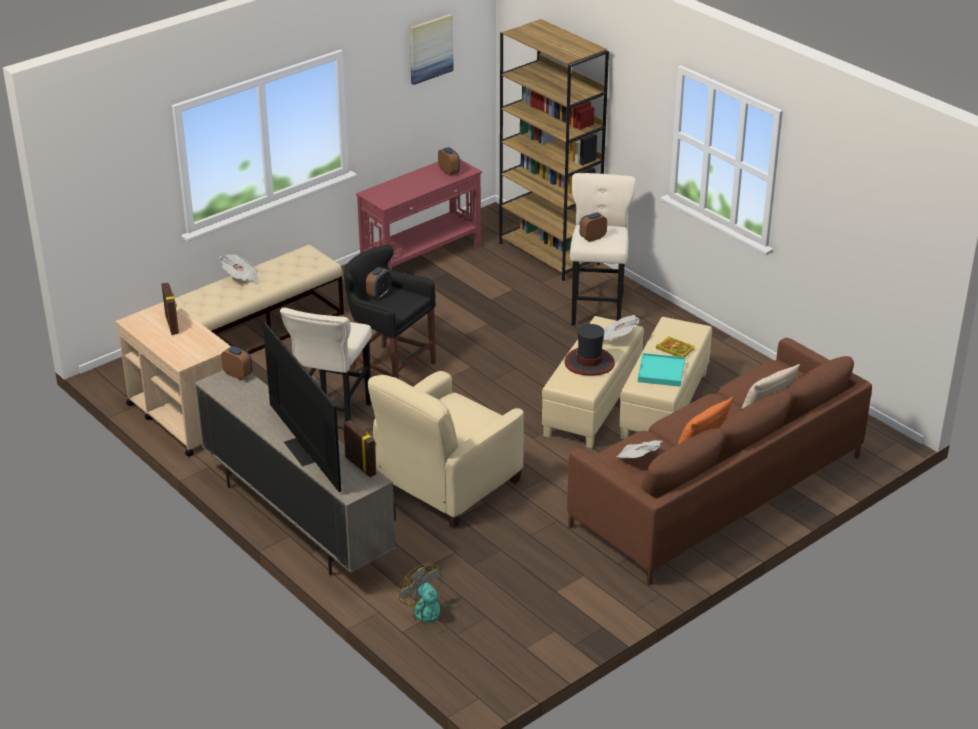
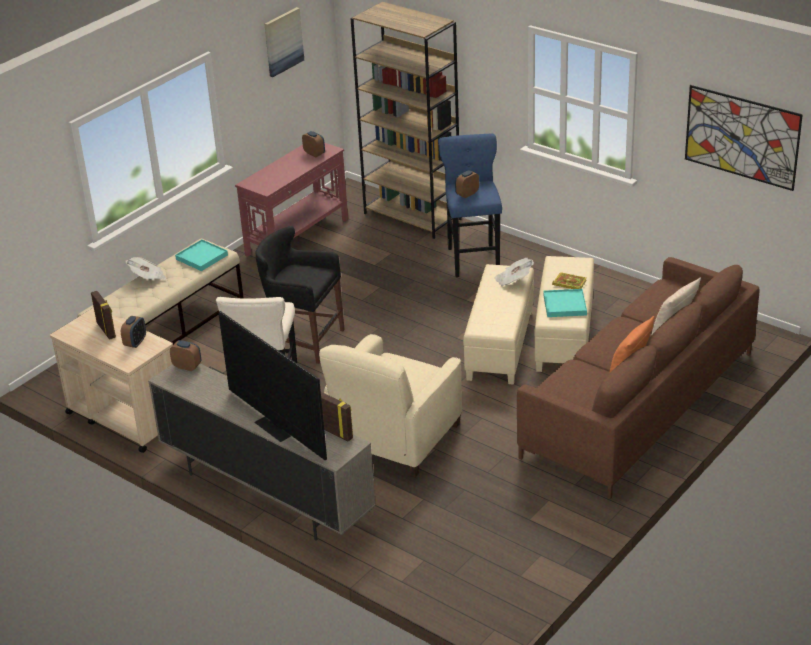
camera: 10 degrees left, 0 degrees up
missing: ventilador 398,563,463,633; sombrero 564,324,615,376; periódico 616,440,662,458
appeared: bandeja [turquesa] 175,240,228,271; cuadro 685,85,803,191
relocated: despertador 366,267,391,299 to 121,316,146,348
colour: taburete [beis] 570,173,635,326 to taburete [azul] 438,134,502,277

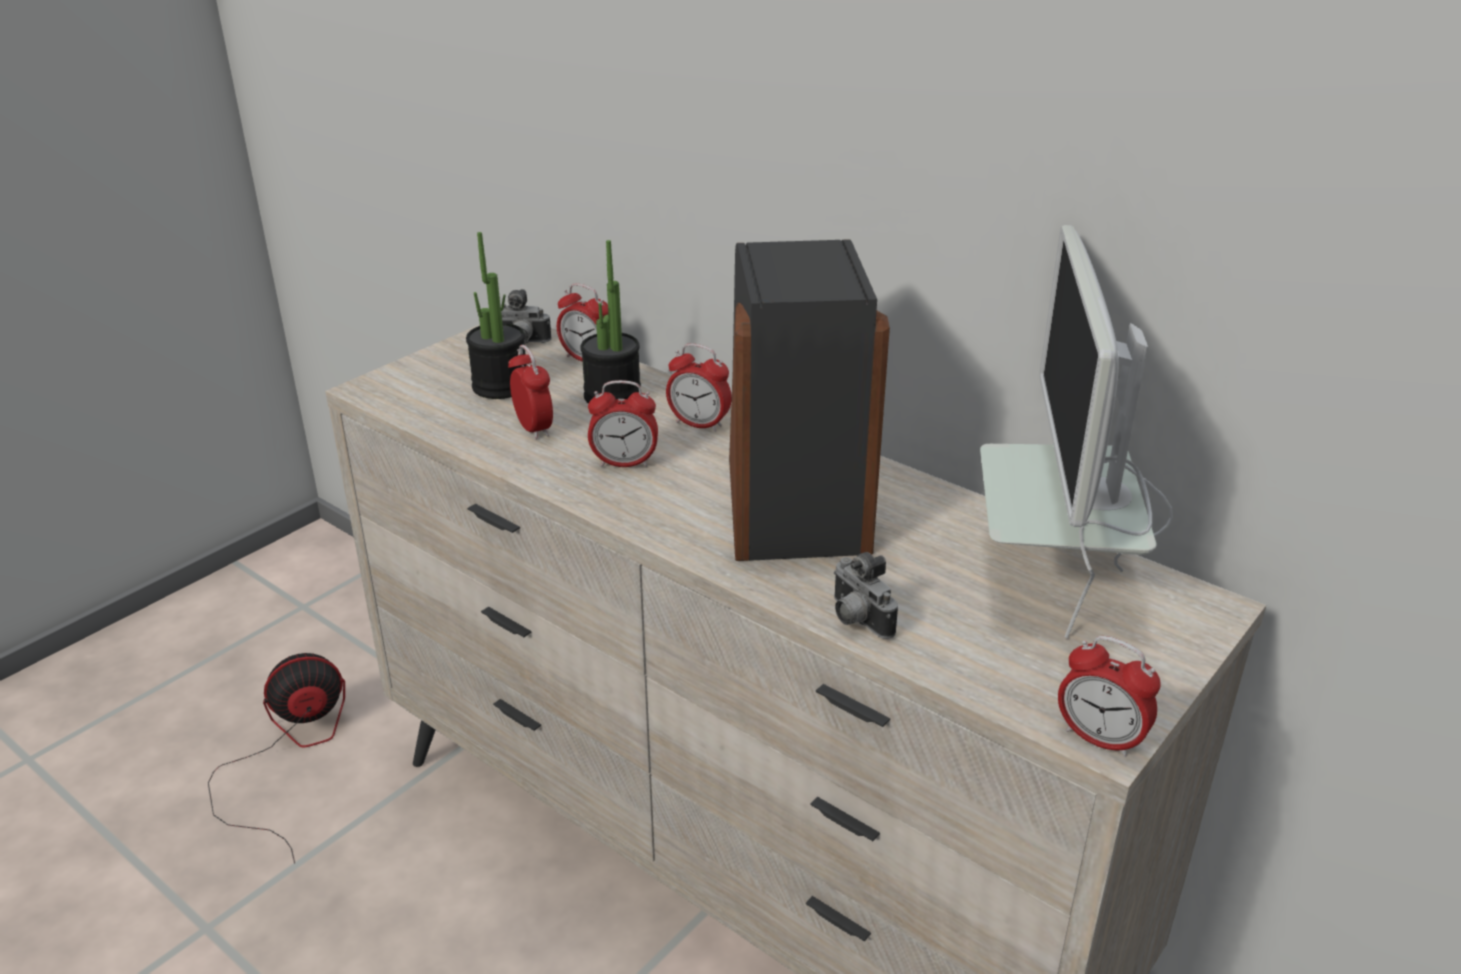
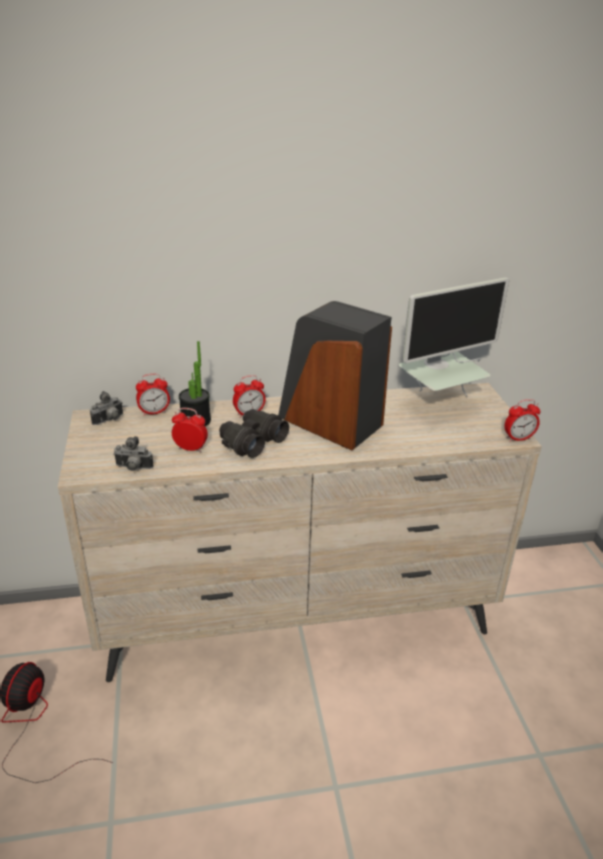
camera: 50 degrees left, 0 degrees up
missing: planta en maceta 466,232,527,399
relocated: cámara 834,552,898,639 to 113,436,154,471
exchanged: despertador 588,380,658,467 to prismáticos [negro] 219,409,289,458
spun: monitor 980,225,1173,638 = 398,278,509,397 75 degrees counterclockwise

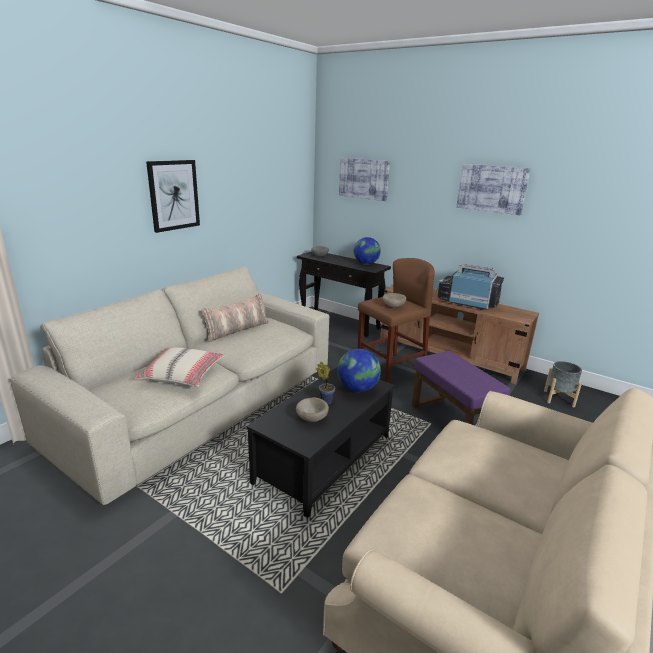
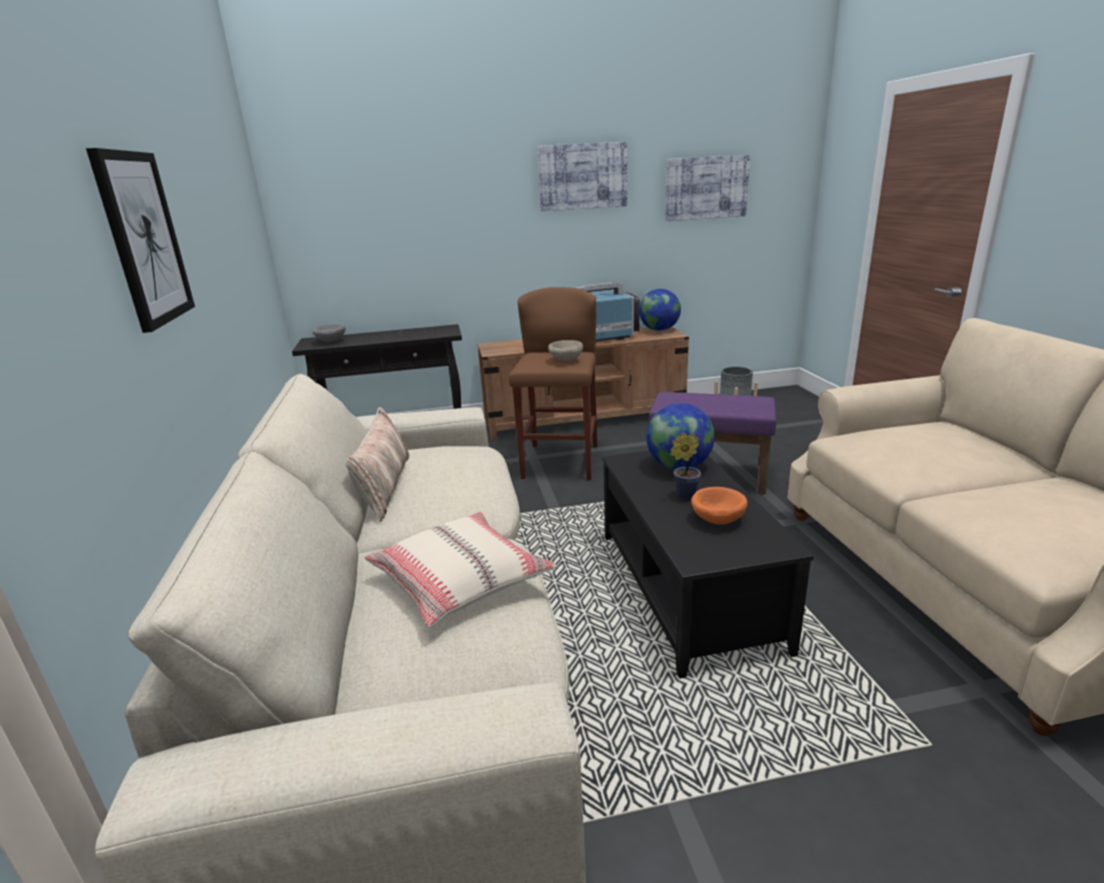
camera: 45 degrees left, 0 degrees up
relocated: cuadro 339,158,390,201 to 665,155,750,221; globo terráqueo 354,237,381,265 to 639,289,681,331
colour: cuenco [beis] 296,397,329,422 to cuenco [naranja] 691,487,747,525

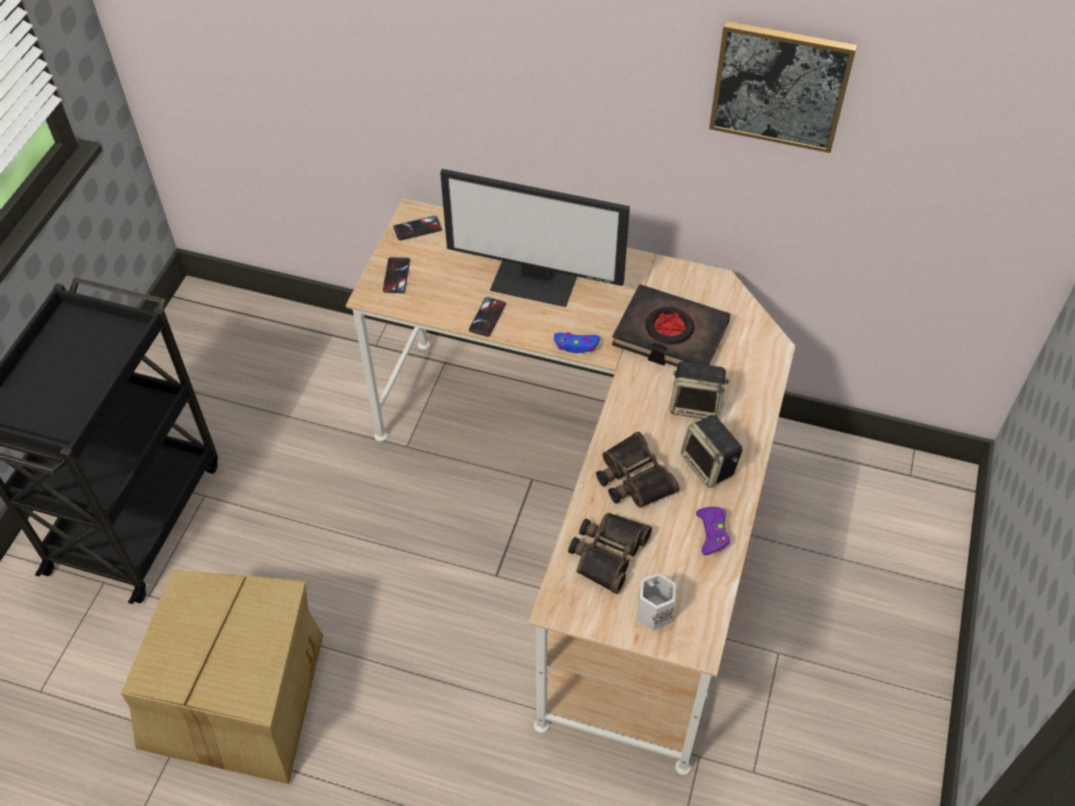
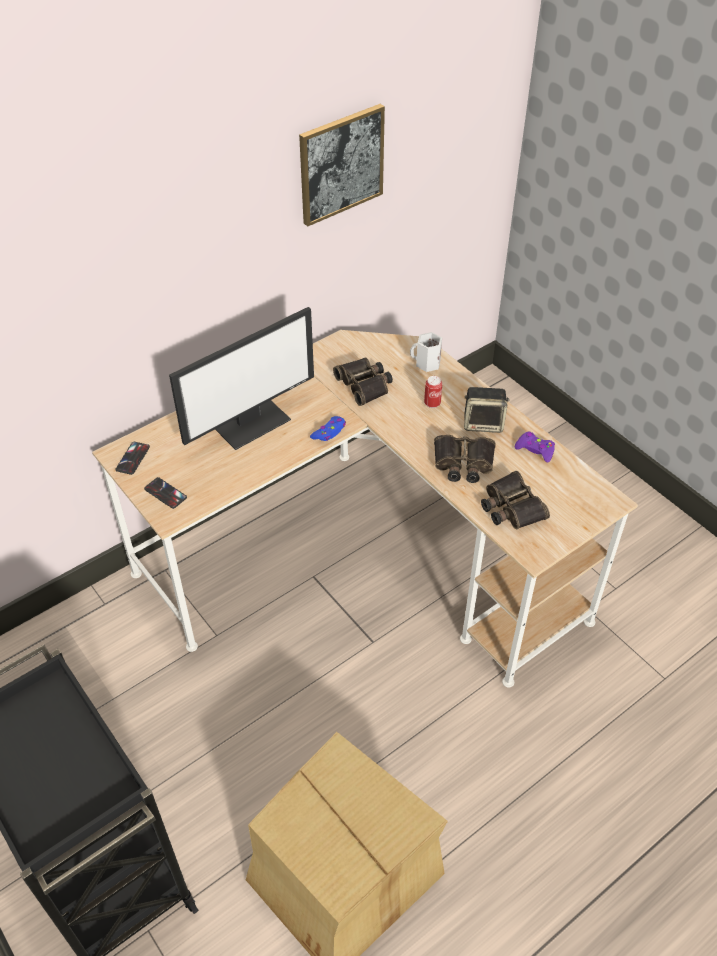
camera: 55 degrees left, 5 degrees down
missing: móvil 469,297,506,337
relocated: taza grande [blanco] 637,573,676,630 to 410,332,442,372
exchanged: libro [negro] 612,284,730,367 to prismáticos 333,357,393,406; altavoz 670,361,729,419 to lata 424,376,442,408

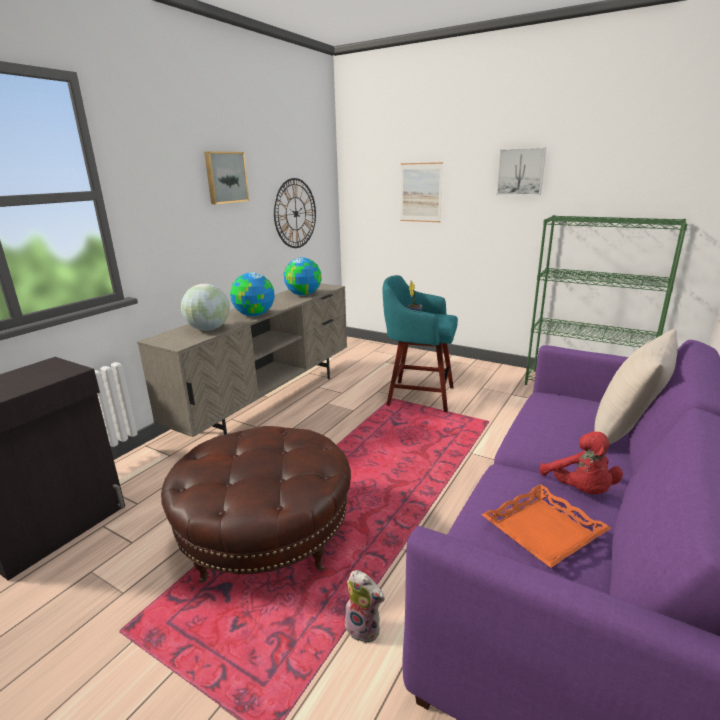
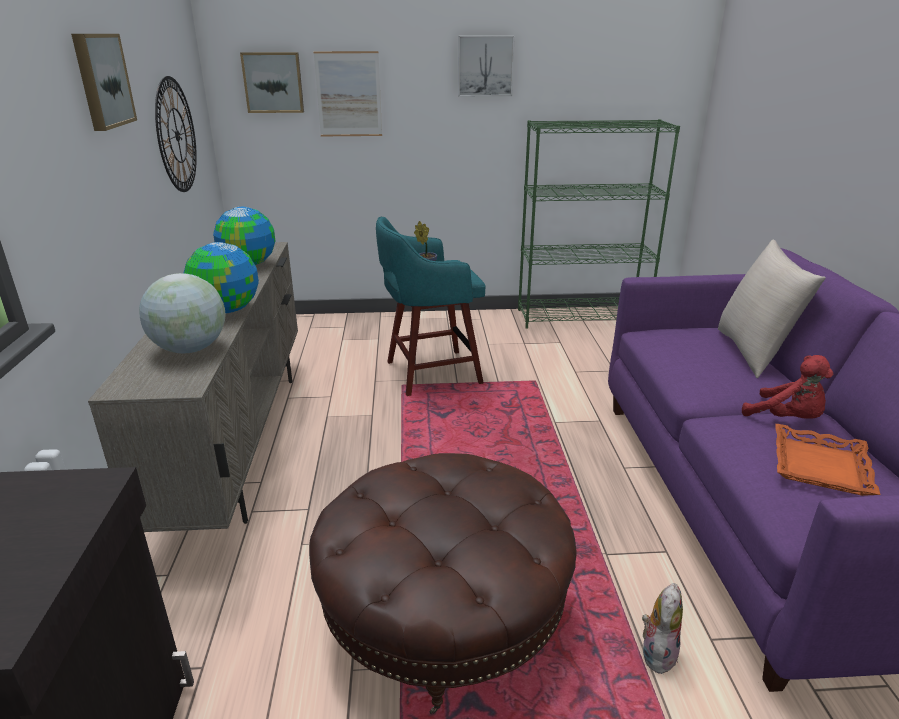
camera: 35 degrees left, 5 degrees up
appeared: cuadro 240,52,304,113
spun: peluche 343,570,385,644 = 642,583,683,674 60 degrees counterclockwise

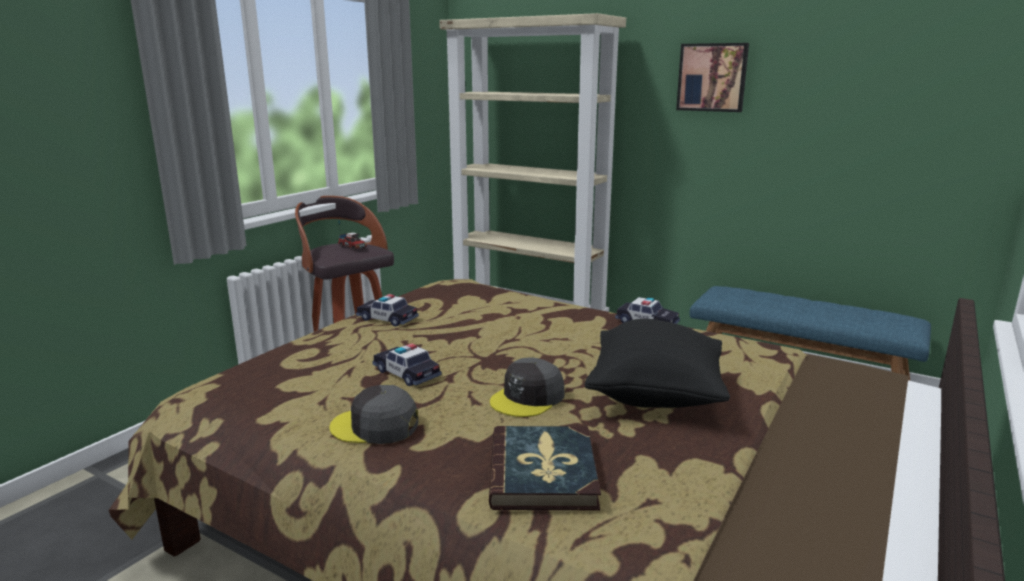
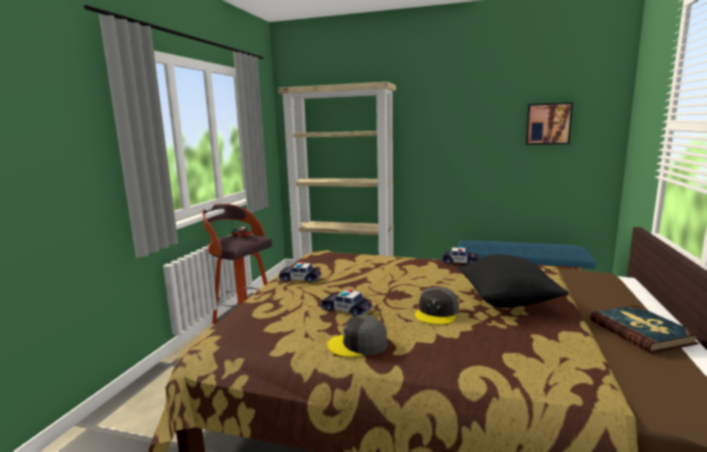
camera: 15 degrees left, 5 degrees down
relocated: libro 489,426,601,510 to 590,305,700,354; cuadro 676,43,749,112 to 526,102,573,145

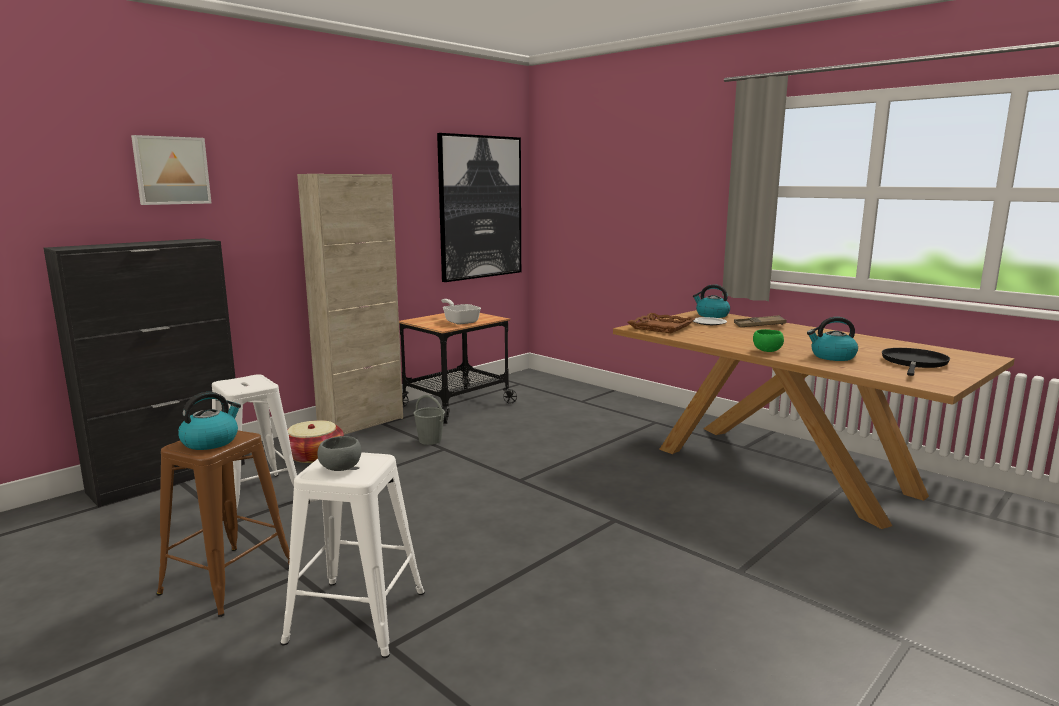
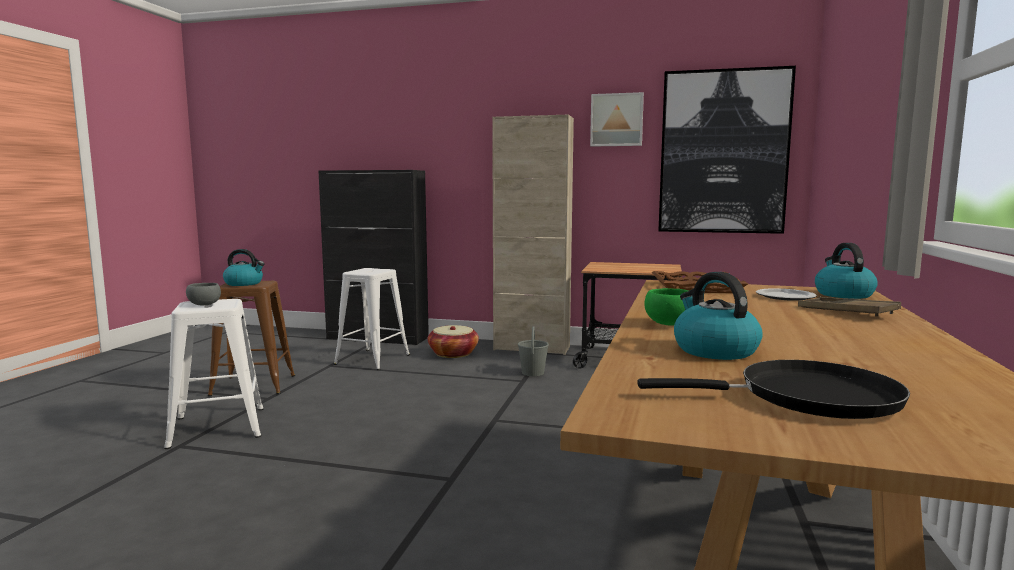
camera: 60 degrees right, 5 degrees down
missing: sartén 441,299,481,325
relocated: cuadro 131,135,212,205 to 590,92,644,147

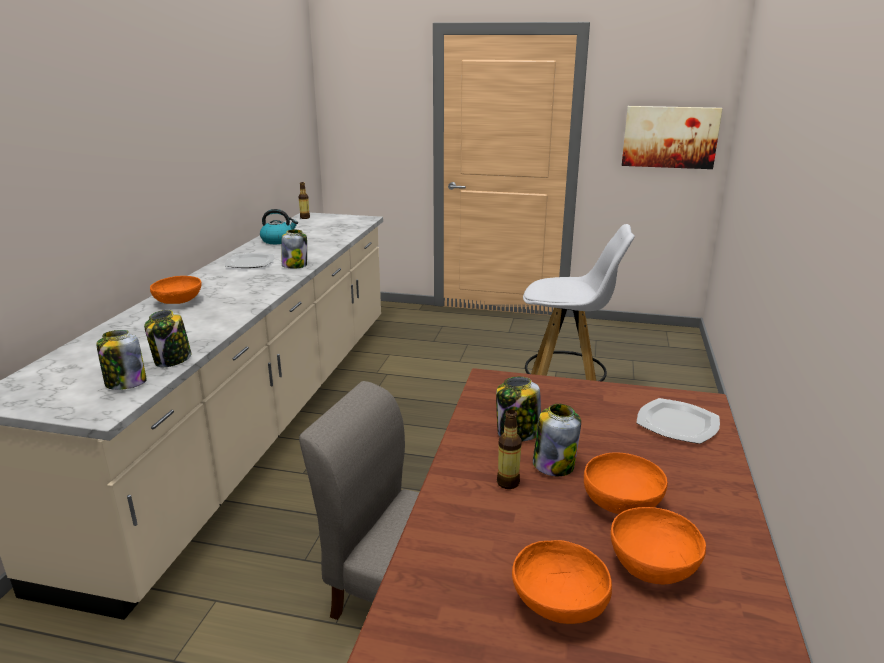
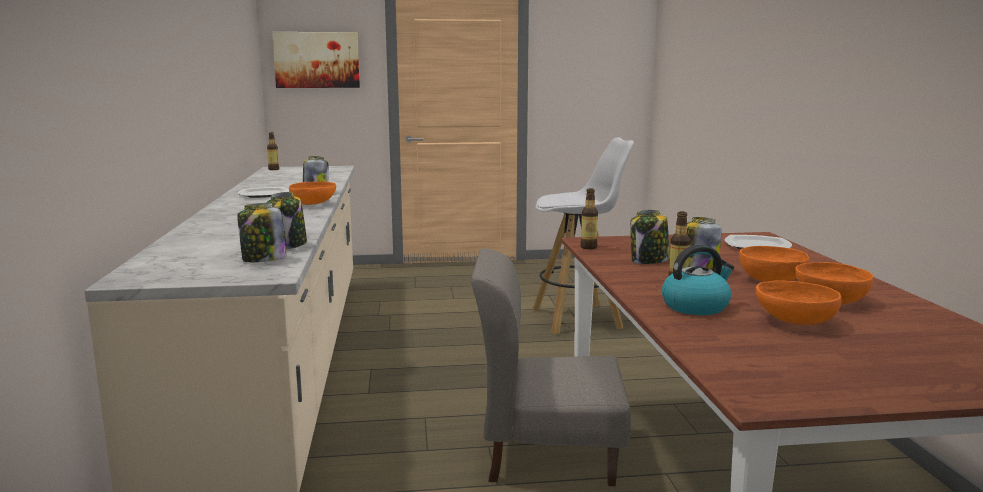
camera: 20 degrees left, 10 degrees down
appeared: botella 580,188,598,249
relocated: cuenco [naranja] 150,276,202,304 to 289,182,336,205; hervidor 260,209,298,244 to 662,245,734,315; cuadro 622,106,723,169 to 272,32,360,88

